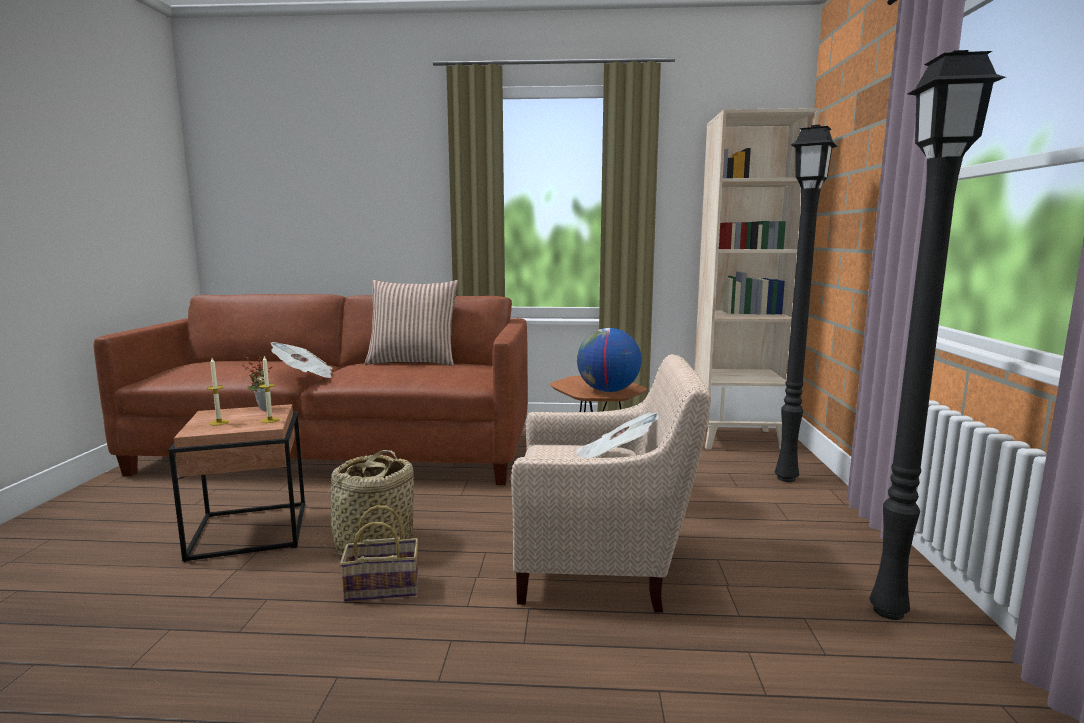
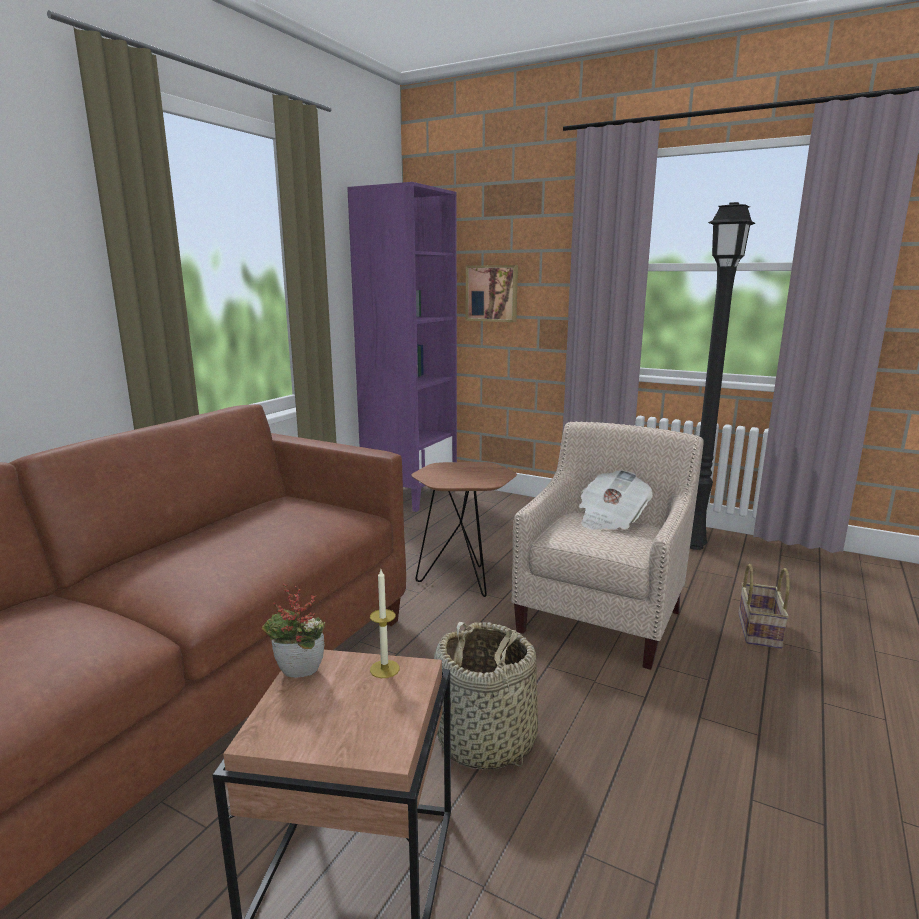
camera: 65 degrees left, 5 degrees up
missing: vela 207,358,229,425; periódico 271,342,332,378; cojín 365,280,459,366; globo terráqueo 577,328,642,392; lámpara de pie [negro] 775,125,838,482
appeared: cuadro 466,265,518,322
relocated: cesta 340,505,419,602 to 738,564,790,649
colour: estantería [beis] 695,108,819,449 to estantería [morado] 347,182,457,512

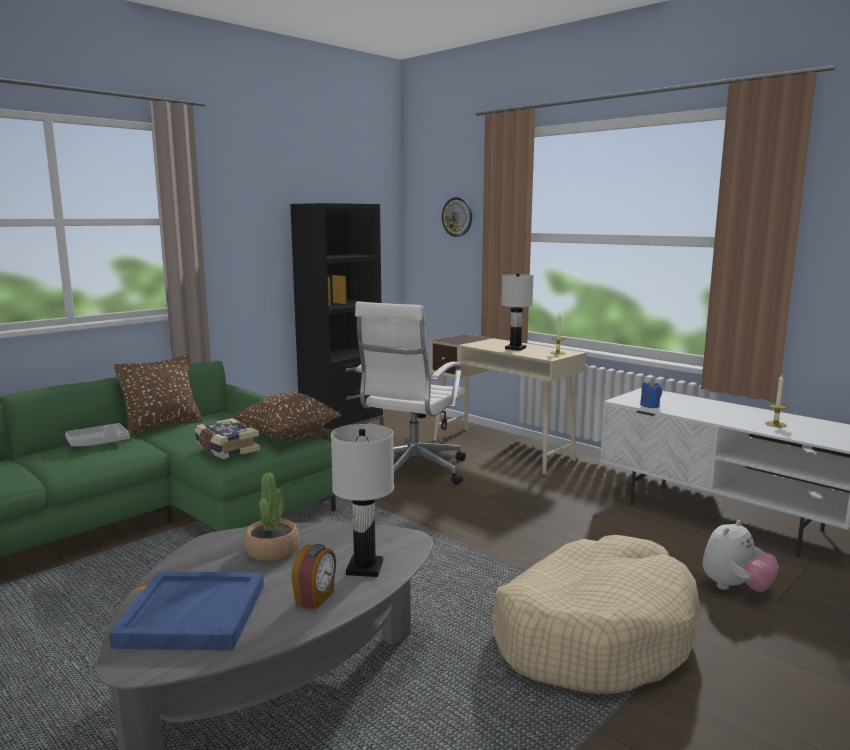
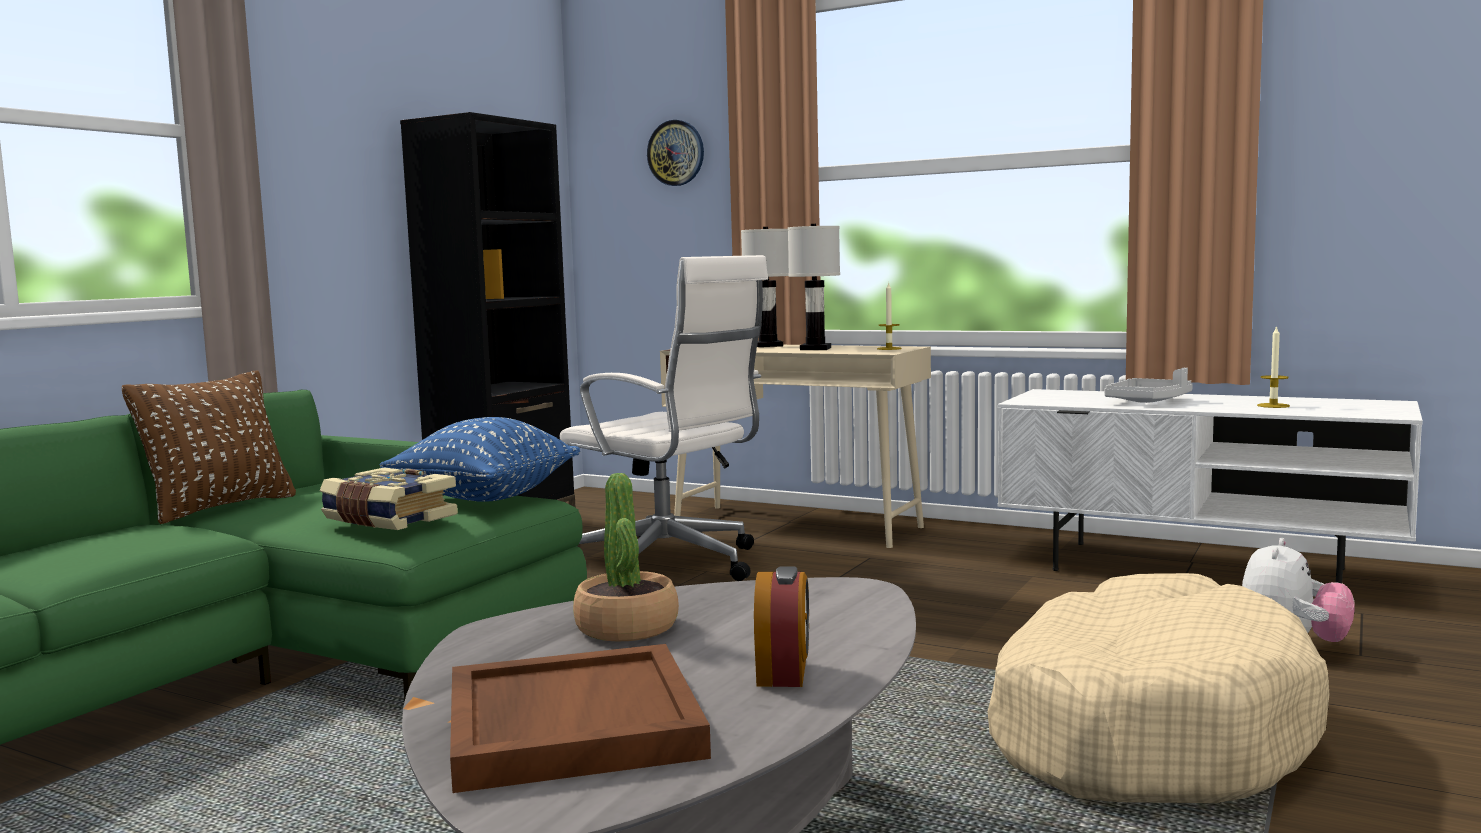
camera: 15 degrees left, 5 degrees down
missing: vela [azul] 640,380,662,408
relocated: bandeja [gris] 65,423,130,446 to 1104,368,1193,403; lámpara de mesa [blanco] 331,424,394,577 to 741,227,789,347
colour: bandeja [azul] 109,571,264,651 to bandeja [marrón] 450,644,711,793; cojín [marrón] 233,393,341,440 to cojín [azul] 380,417,580,502
spun: silla de oficina [blanco] 355,302,466,485 = 559,255,768,581 60 degrees counterclockwise

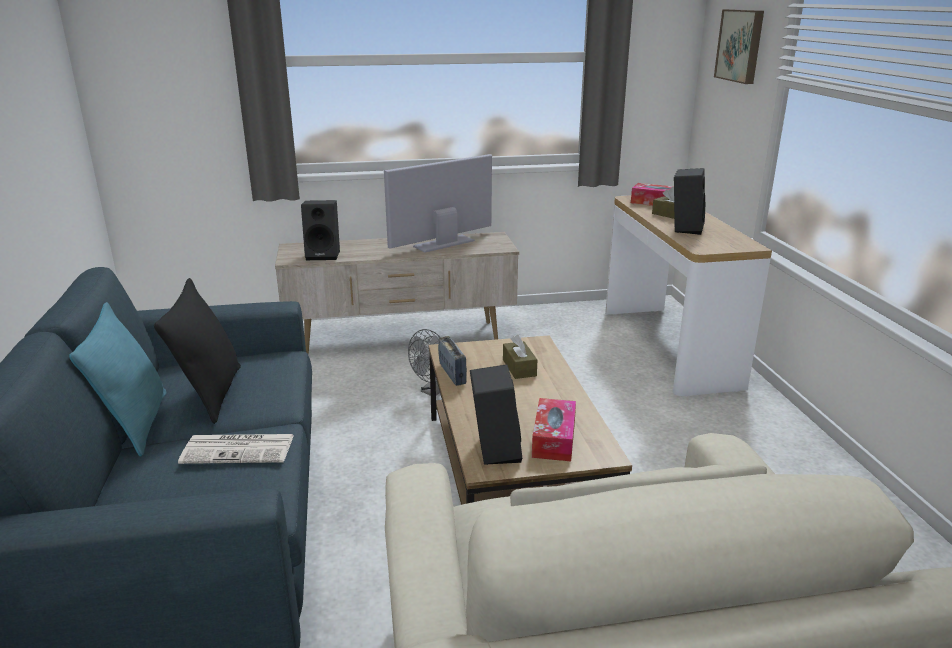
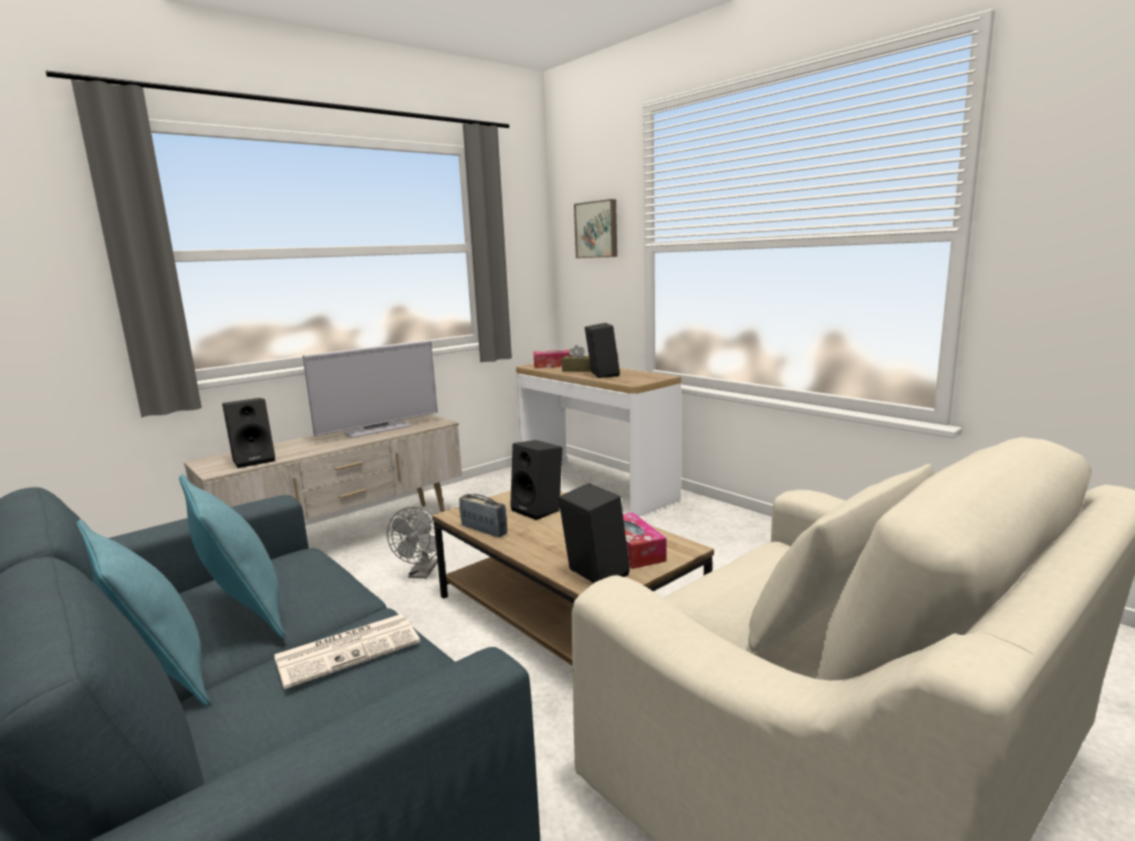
camera: 30 degrees left, 10 degrees down
exchanged: caja de pañuelos [marrón] 503,335,537,379 to altavoz [negro] 510,440,562,520
colour: cojín [negro] 154,278,241,424 to cojín [turquesa] 179,474,285,638
spun: televisor 384,154,492,253 = 302,340,438,438 150 degrees counterclockwise

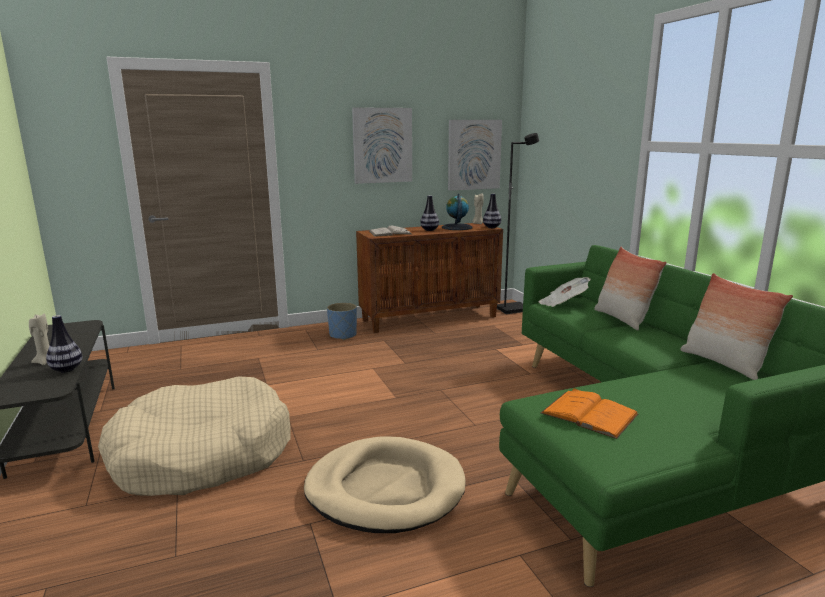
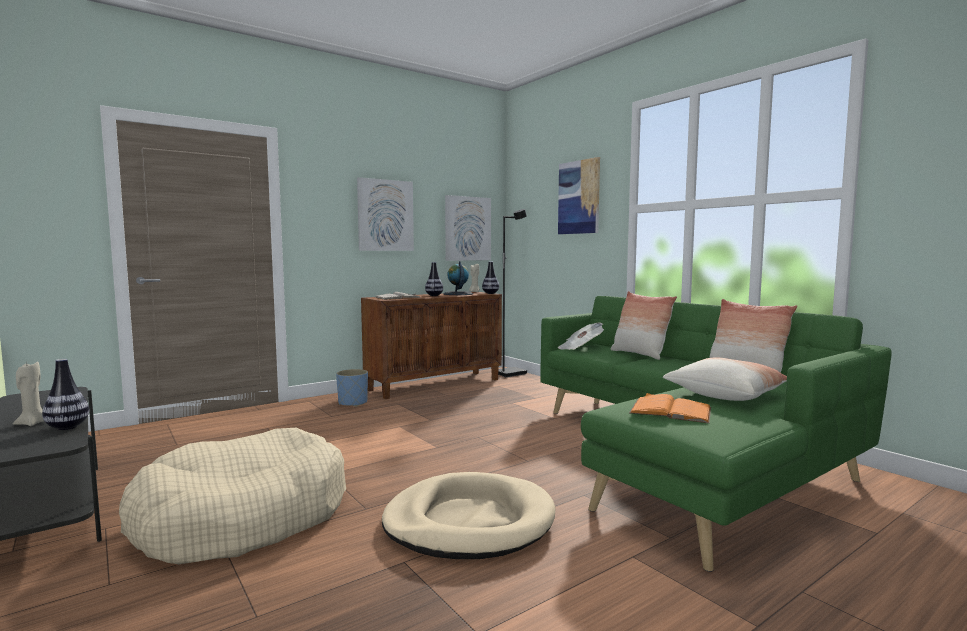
camera: 15 degrees left, 10 degrees down
appeared: cuadro 558,157,600,234; cojín 663,357,787,401

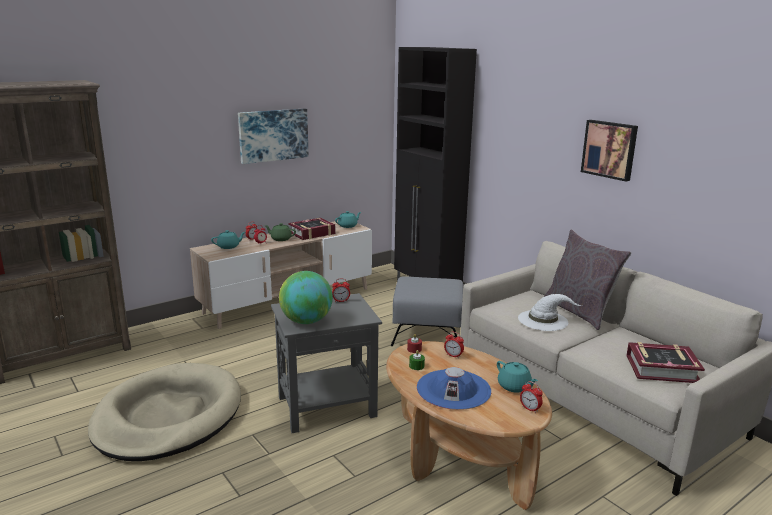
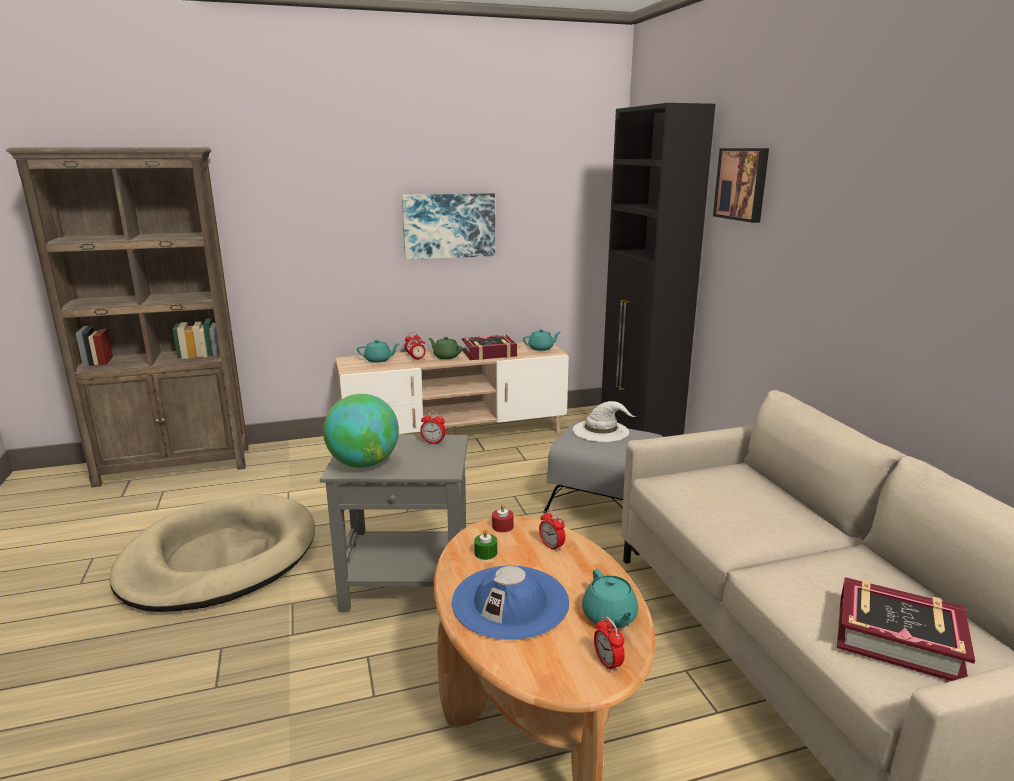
camera: 20 degrees right, 0 degrees up
missing: cojín [gris] 544,229,631,330
relocated: sombrero [blanco] 518,294,583,331 to 573,401,636,442; cuadro 581,120,638,181 to 713,148,769,223

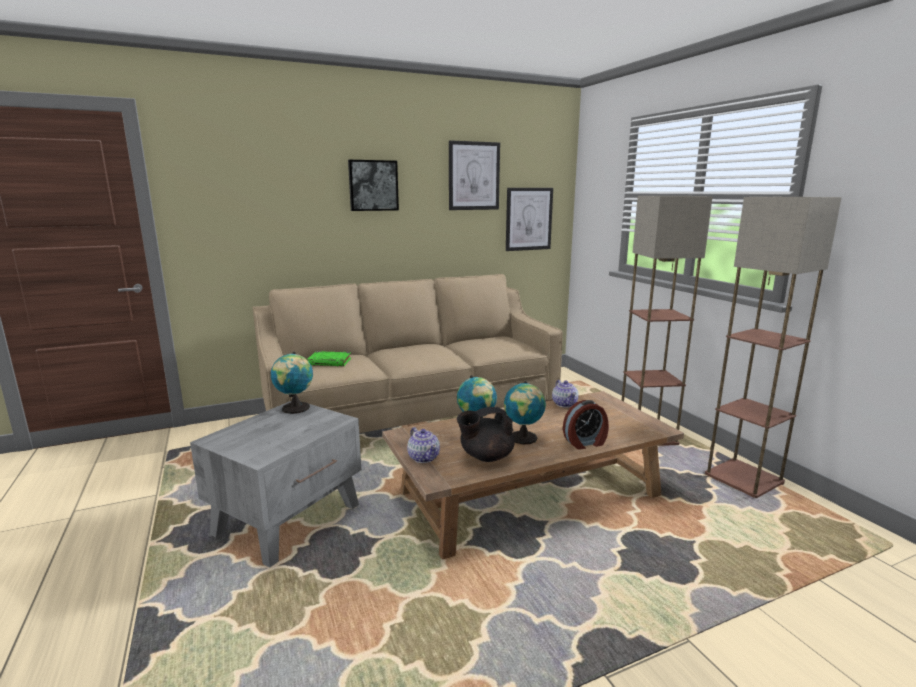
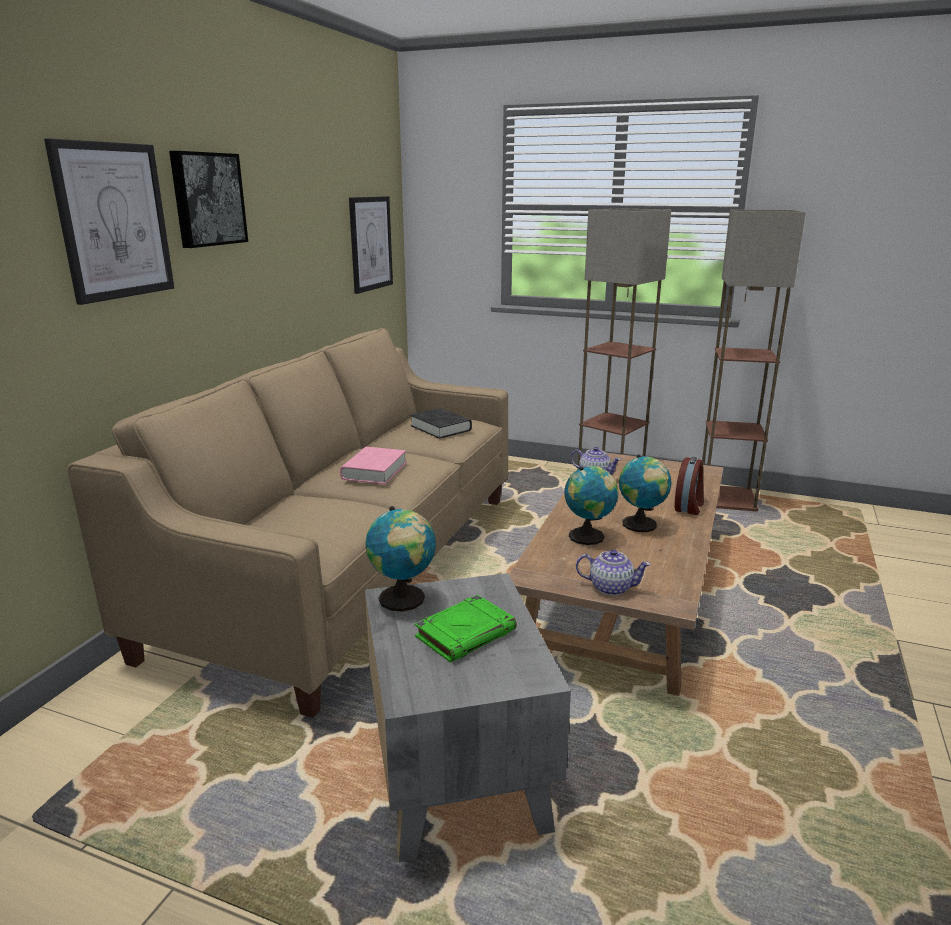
camera: 45 degrees left, 5 degrees up
missing: tetera [negro] 457,407,515,462
appeared: libro [rosa] 340,447,406,484; libro [negro] 410,408,472,439
relocated: libro [verde] 307,351,351,366 to 415,595,517,663; cuadro 449,140,500,210 to 44,138,174,305

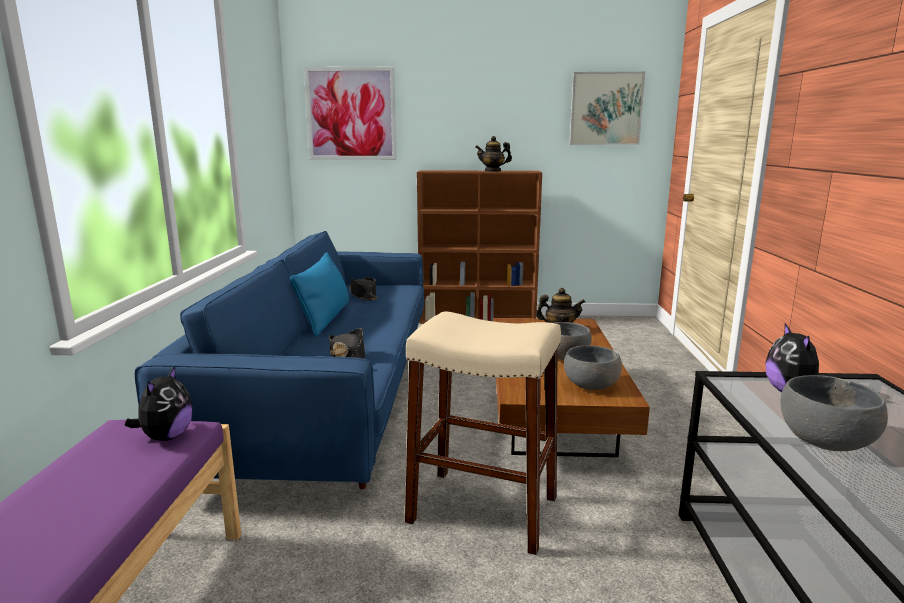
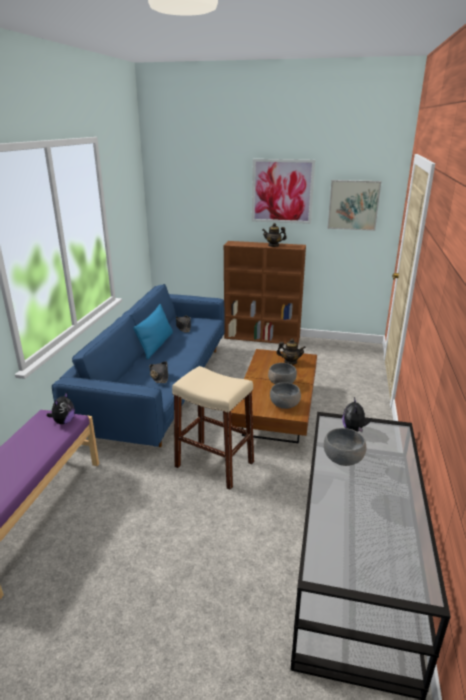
camera: 10 degrees right, 10 degrees up
relocated: cuadro 304,67,397,160 to 252,159,315,224

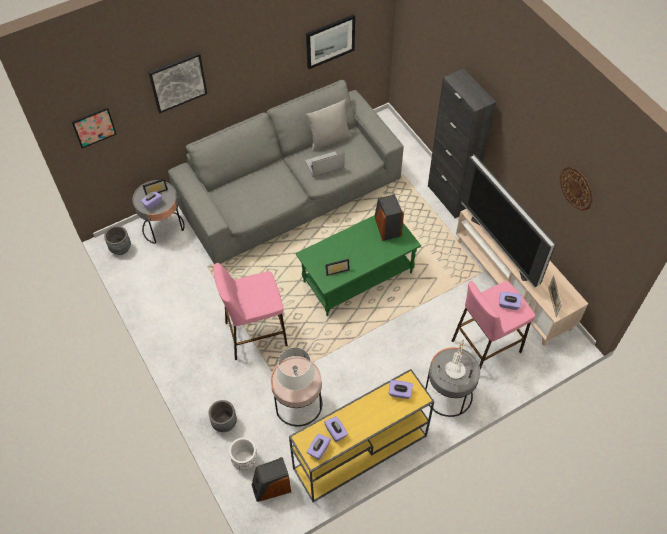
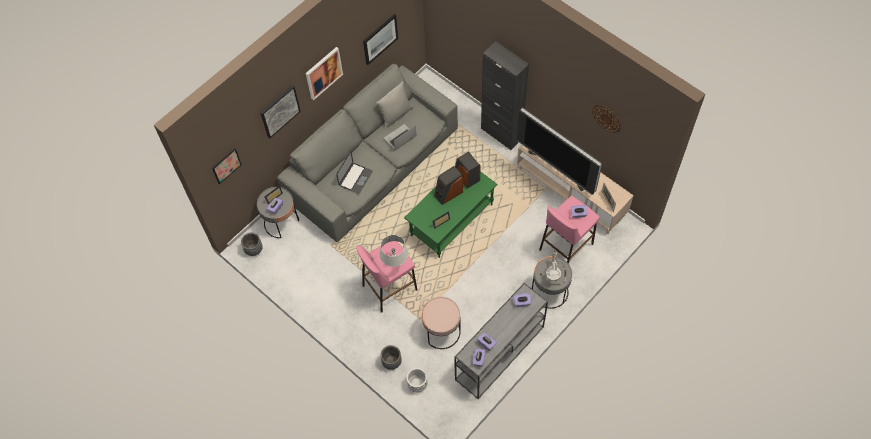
camera: 15 degrees left, 5 degrees up
appeared: cuadro 306,47,343,100; portátil 336,151,373,194
relocated: altavoz 252,457,291,502 to 434,166,463,205; lámpara de mesa [blanco] 276,347,315,391 to 379,235,408,267
colour: mesa consola [amarillo] 289,369,434,503 to mesa consola [gris] 455,283,548,399

